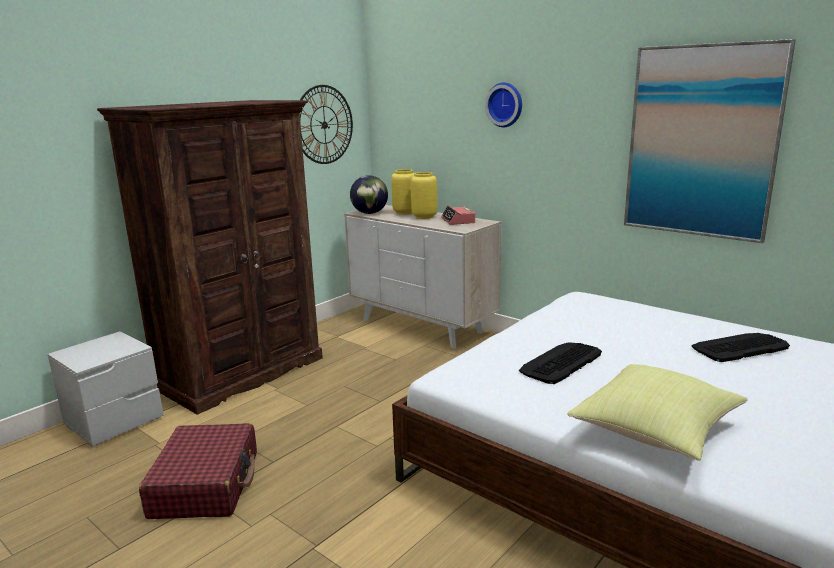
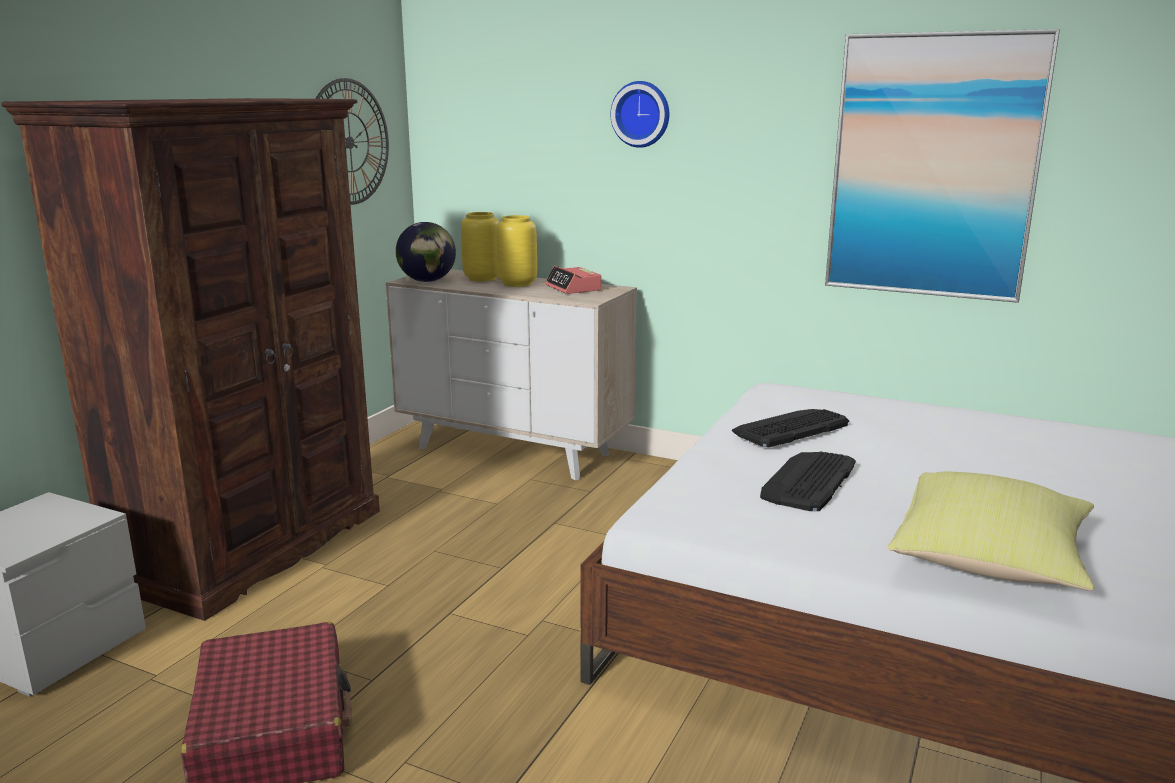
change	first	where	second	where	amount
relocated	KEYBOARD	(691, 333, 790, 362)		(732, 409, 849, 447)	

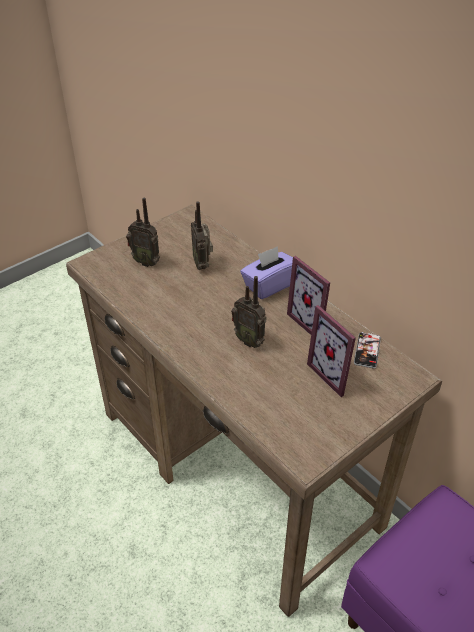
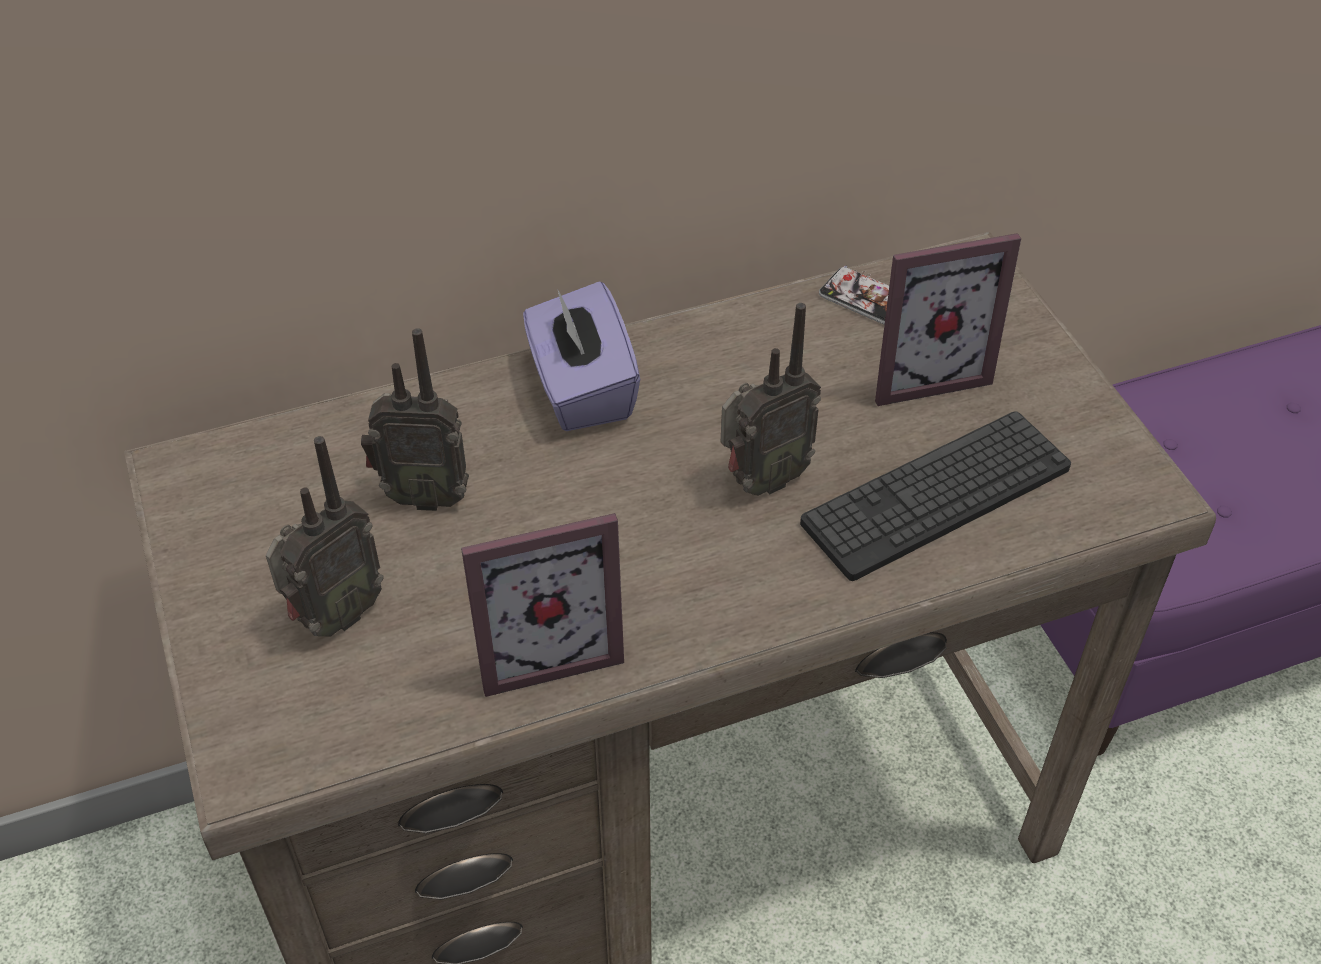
change	first	where	second	where	amount
relocated	PICTURE FRAME	(287, 256, 330, 335)		(461, 513, 624, 697)	
appeared			KEYBOARD	(800, 411, 1071, 581)	

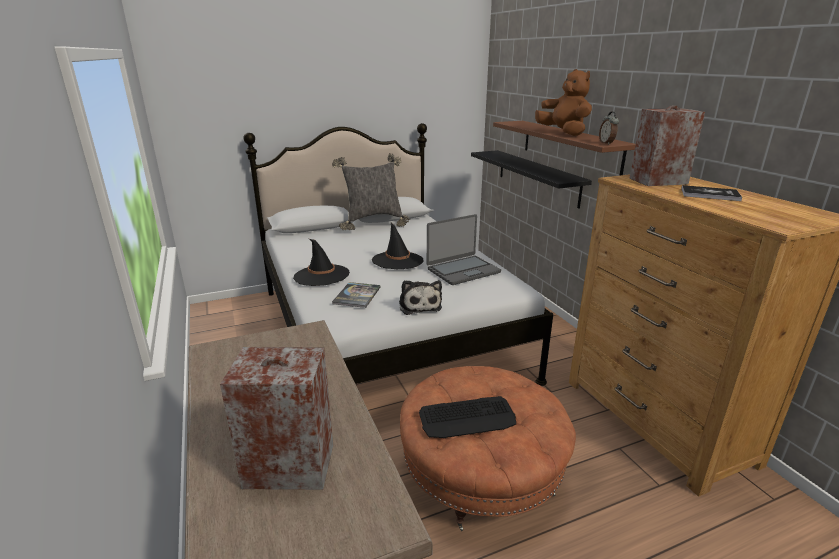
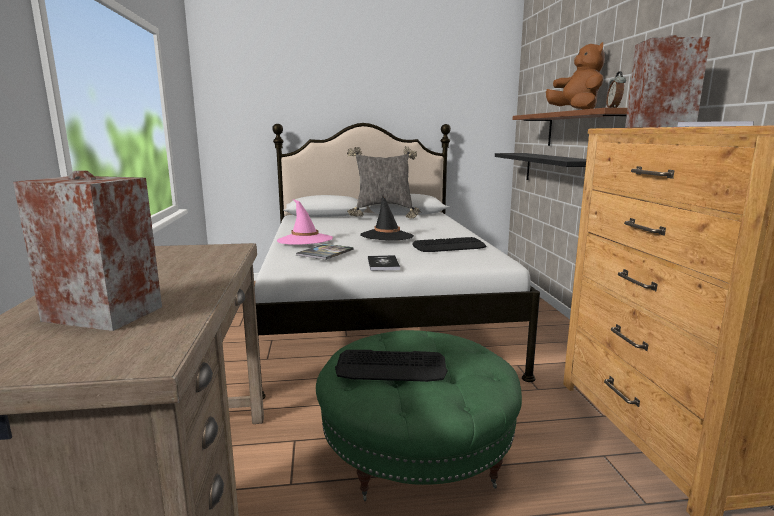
change	first	where	second	where	amount
colour	BLACK HAT	(293, 239, 350, 286)	PINK HAT	(277, 199, 333, 245)	
exchanged	PLUSH TOY	(399, 280, 442, 315)	BOOK	(368, 255, 400, 271)	
colour	BROWN OTTOMAN	(400, 366, 576, 531)	GREEN OTTOMAN	(316, 330, 522, 501)	
exchanged	LAPTOP	(427, 214, 501, 285)	KEYBOARD	(412, 237, 486, 252)	

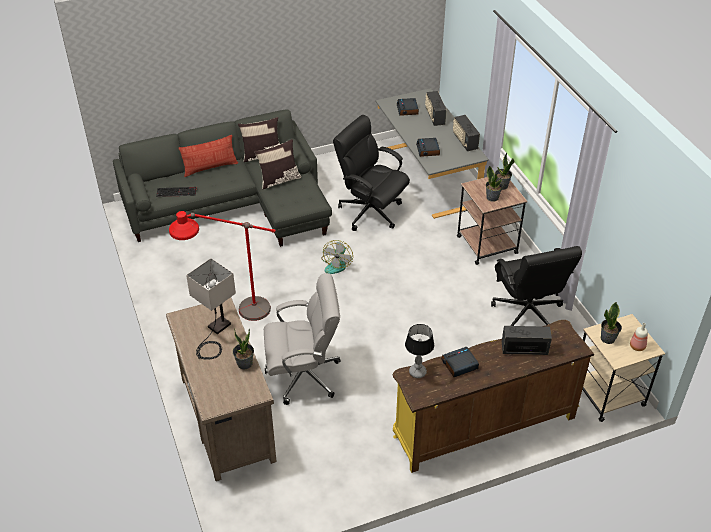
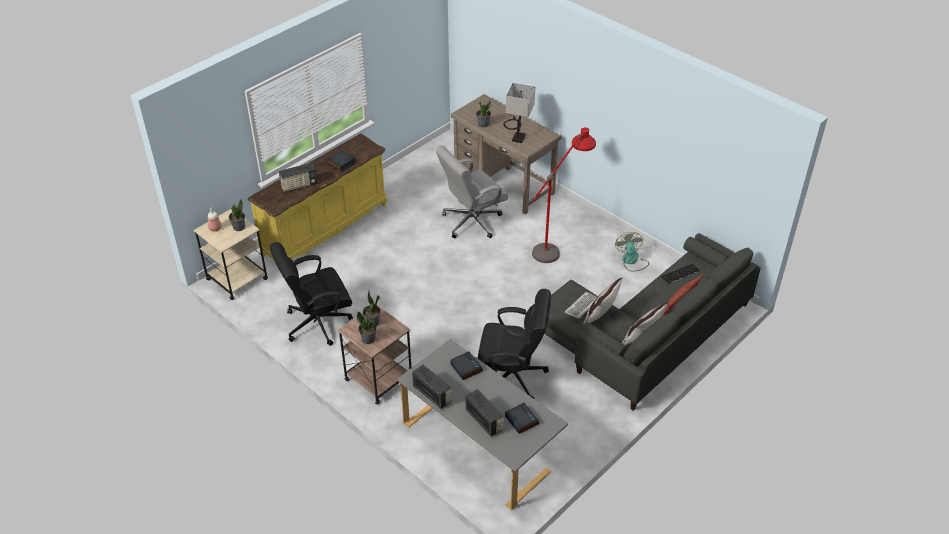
change	first	where	second	where	amount
relocated	FAN	(322, 240, 353, 274)		(615, 232, 649, 272)	
missing	TABLE LAMP	(405, 324, 434, 378)			
spun	BLACK OFFICE CHAIR	(491, 246, 582, 326)		(270, 242, 353, 346)	75 degrees counterclockwise
appeared			KEYBOARD	(565, 292, 597, 319)	

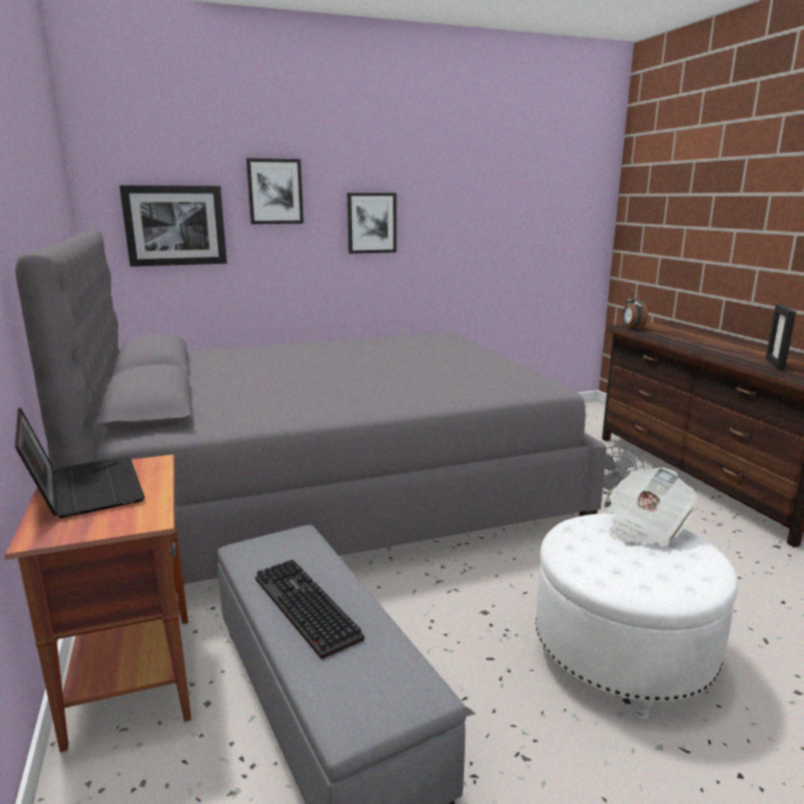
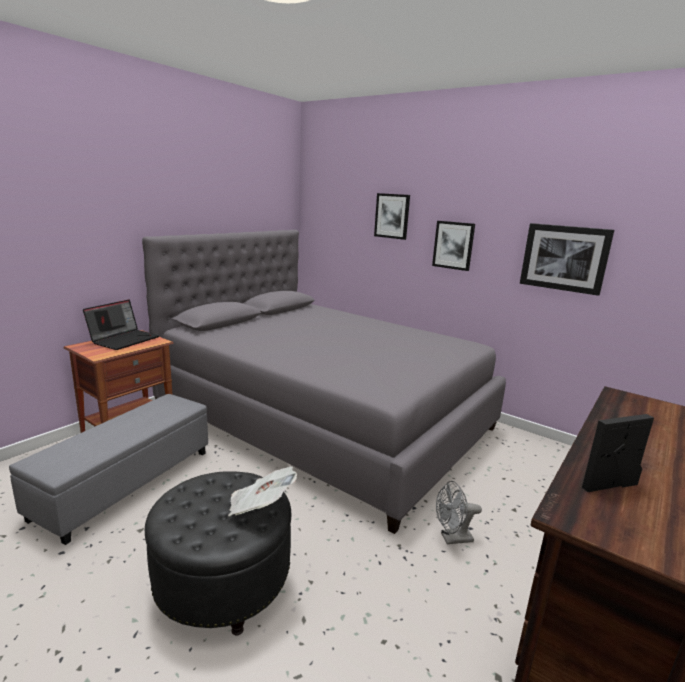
change	first	where	second	where	amount
relocated	PICTURE	(119, 185, 227, 267)		(520, 223, 614, 296)	
missing	KEYBOARD	(255, 559, 365, 660)			
colour	WHITE OTTOMAN	(535, 513, 738, 720)	BLACK OTTOMAN	(145, 471, 291, 635)	
missing	ALARM CLOCK	(623, 292, 648, 330)			

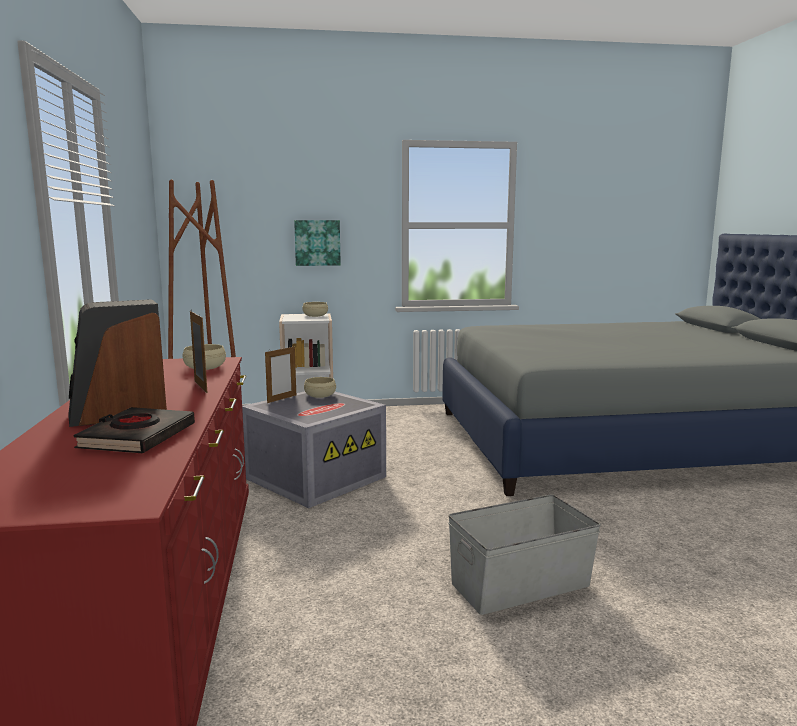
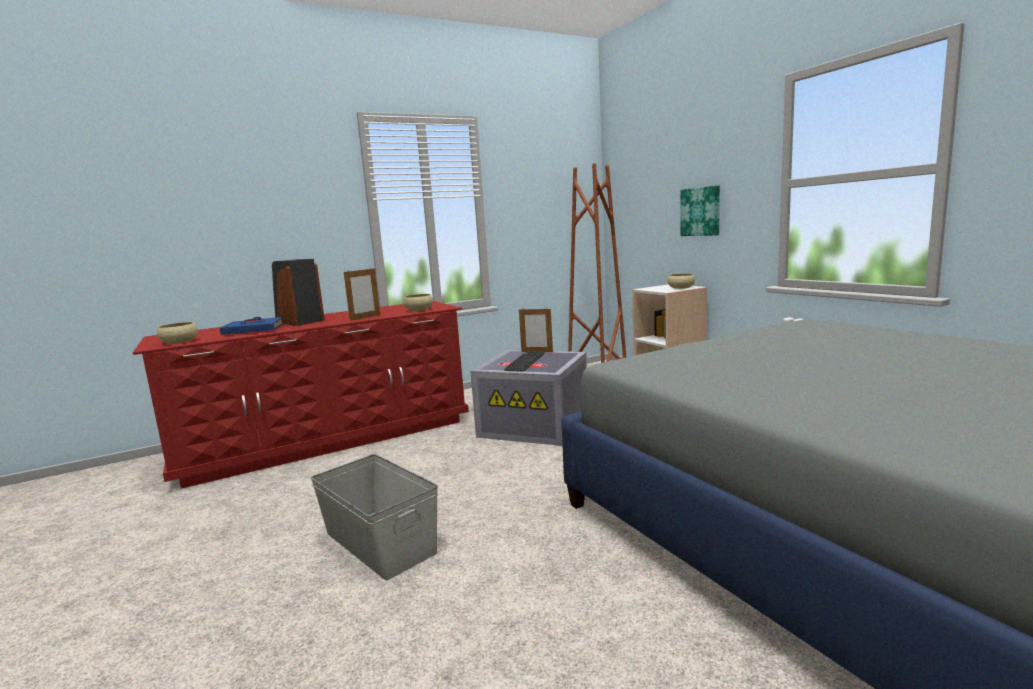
change	first	where	second	where	amount
colour	BLACK BOOK	(74, 407, 195, 453)	BLUE BOOK	(220, 317, 283, 335)	
relocated	BEIGE BOWL	(304, 377, 336, 398)		(157, 322, 198, 344)	
appeared			KEYBOARD	(504, 351, 545, 371)	

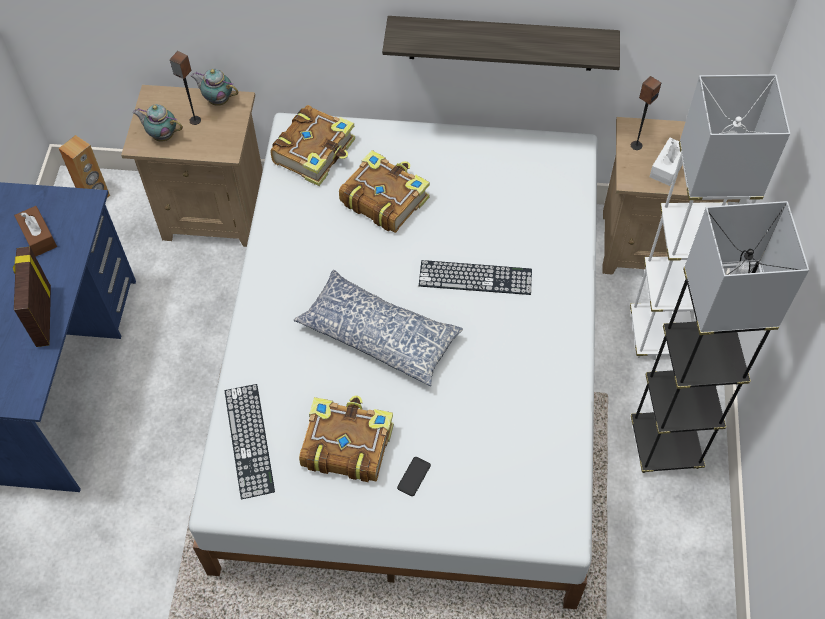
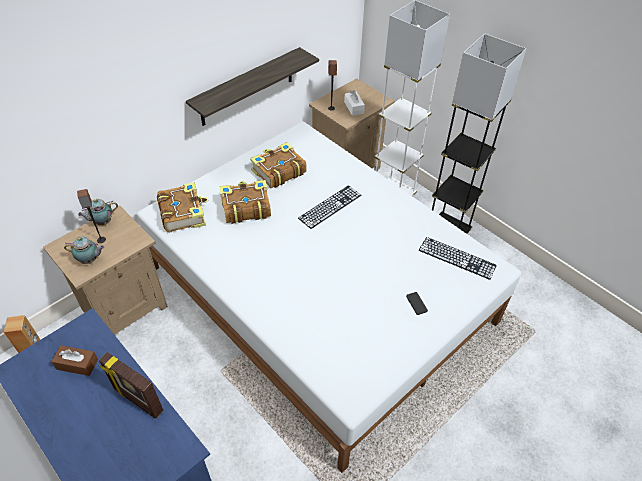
change	first	where	second	where	amount
spun	TEAPOT	(133, 104, 183, 142)		(64, 236, 105, 264)	150 degrees counterclockwise
relocated	KEYBOARD	(225, 384, 275, 499)		(419, 237, 497, 280)	
missing	PILLOW	(294, 270, 463, 386)			
relocated	BOOK	(299, 395, 394, 482)		(250, 142, 307, 188)	

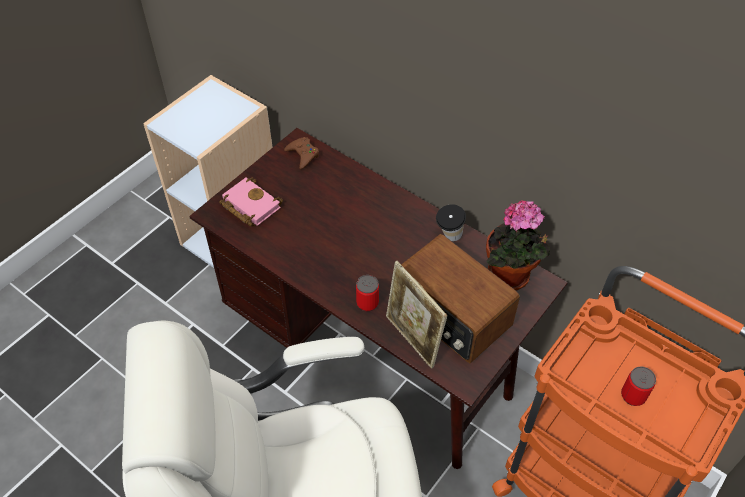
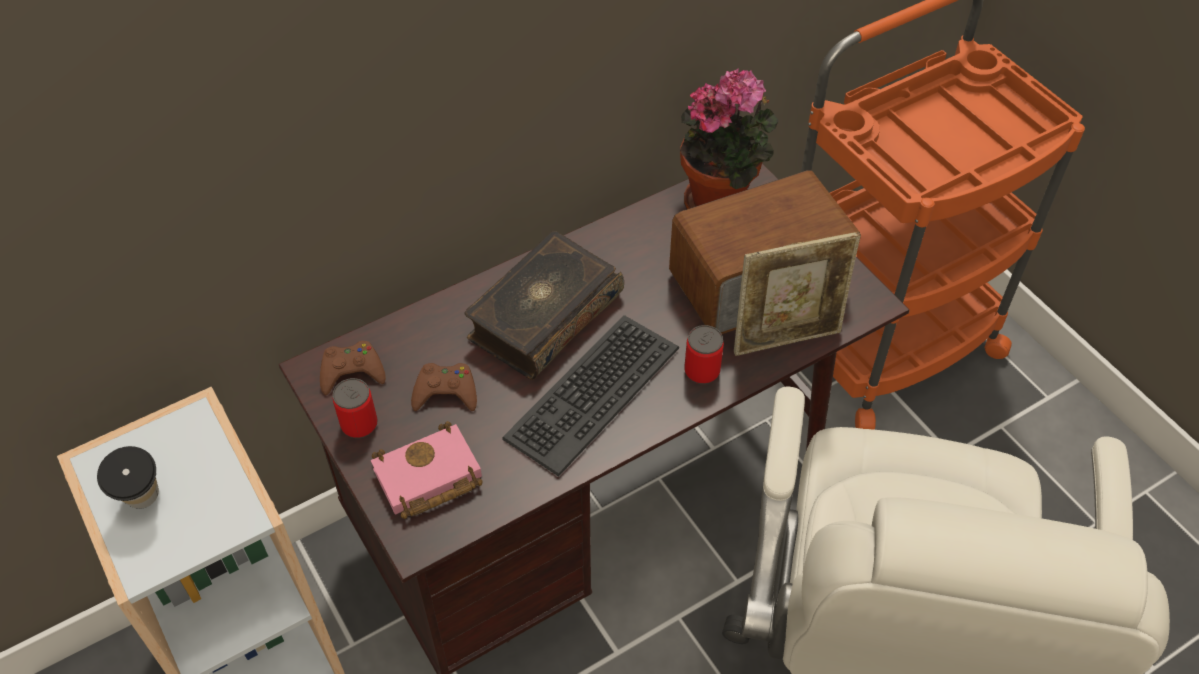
change	first	where	second	where	amount
relocated	CUP	(436, 204, 466, 241)		(97, 446, 159, 509)	
relocated	CAN	(621, 367, 656, 406)		(333, 378, 378, 438)	
appeared			BROWN GAME CONTROLLER	(411, 363, 477, 411)	
appeared			BOOK	(464, 231, 624, 380)	
appeared			KEYBOARD	(502, 315, 679, 477)	

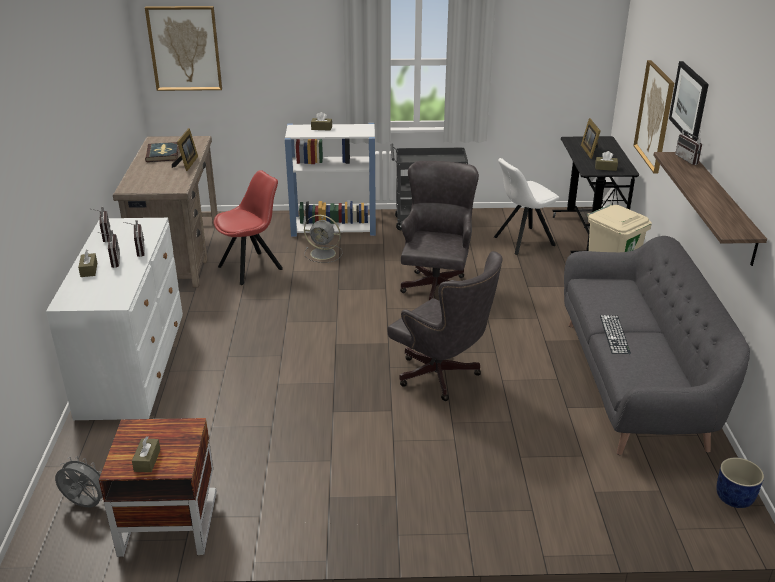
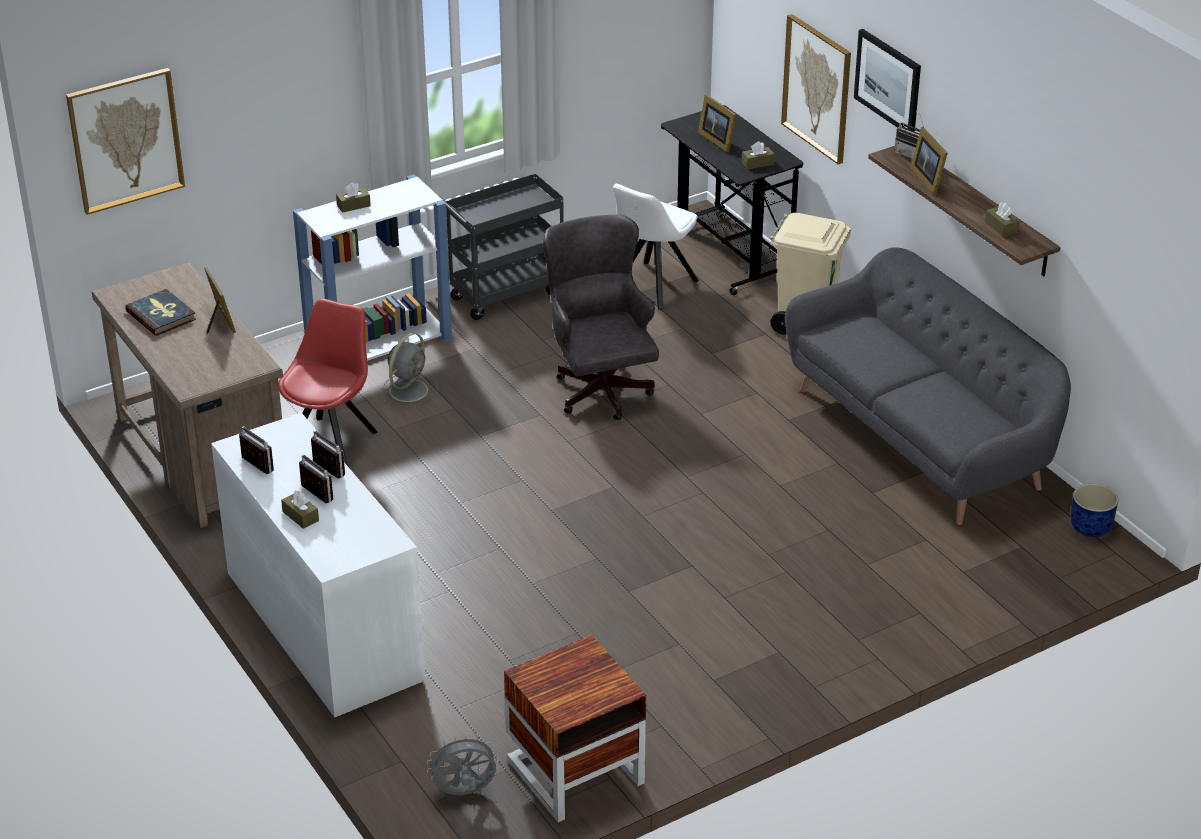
change	first	where	second	where	amount
relocated	BROWN TISSUE BOX	(132, 437, 160, 472)		(985, 202, 1020, 237)	
spun	GREY FAN	(304, 215, 343, 263)		(382, 333, 438, 407)	45 degrees counterclockwise
missing	GREY OFFICE CHAIR	(388, 251, 503, 401)			
missing	KEYBOARD	(600, 315, 631, 354)			
appeared			PICTURE FRAME	(910, 127, 948, 195)	

